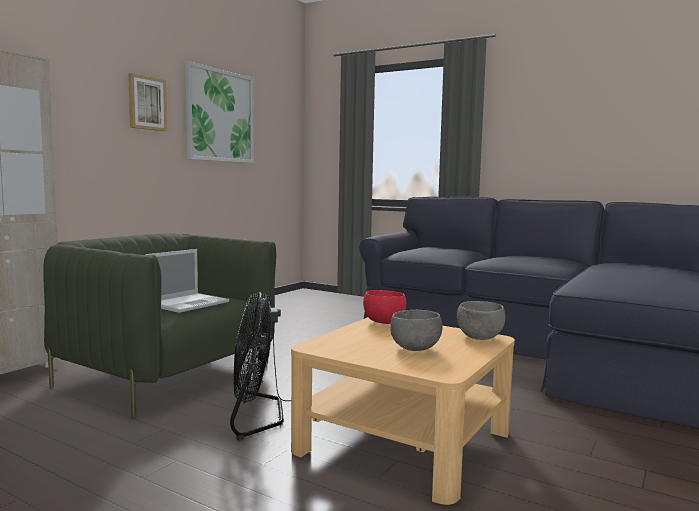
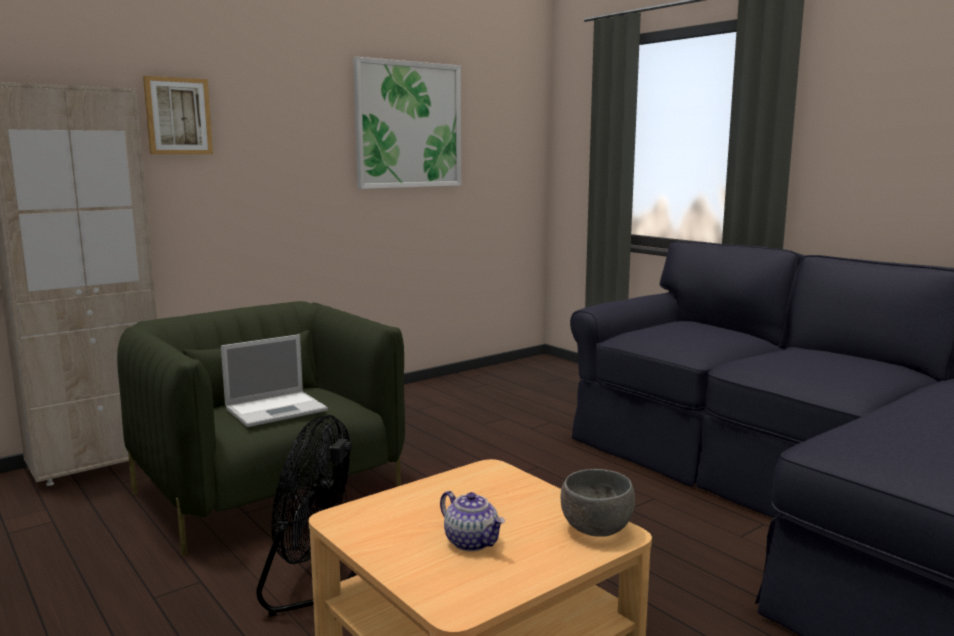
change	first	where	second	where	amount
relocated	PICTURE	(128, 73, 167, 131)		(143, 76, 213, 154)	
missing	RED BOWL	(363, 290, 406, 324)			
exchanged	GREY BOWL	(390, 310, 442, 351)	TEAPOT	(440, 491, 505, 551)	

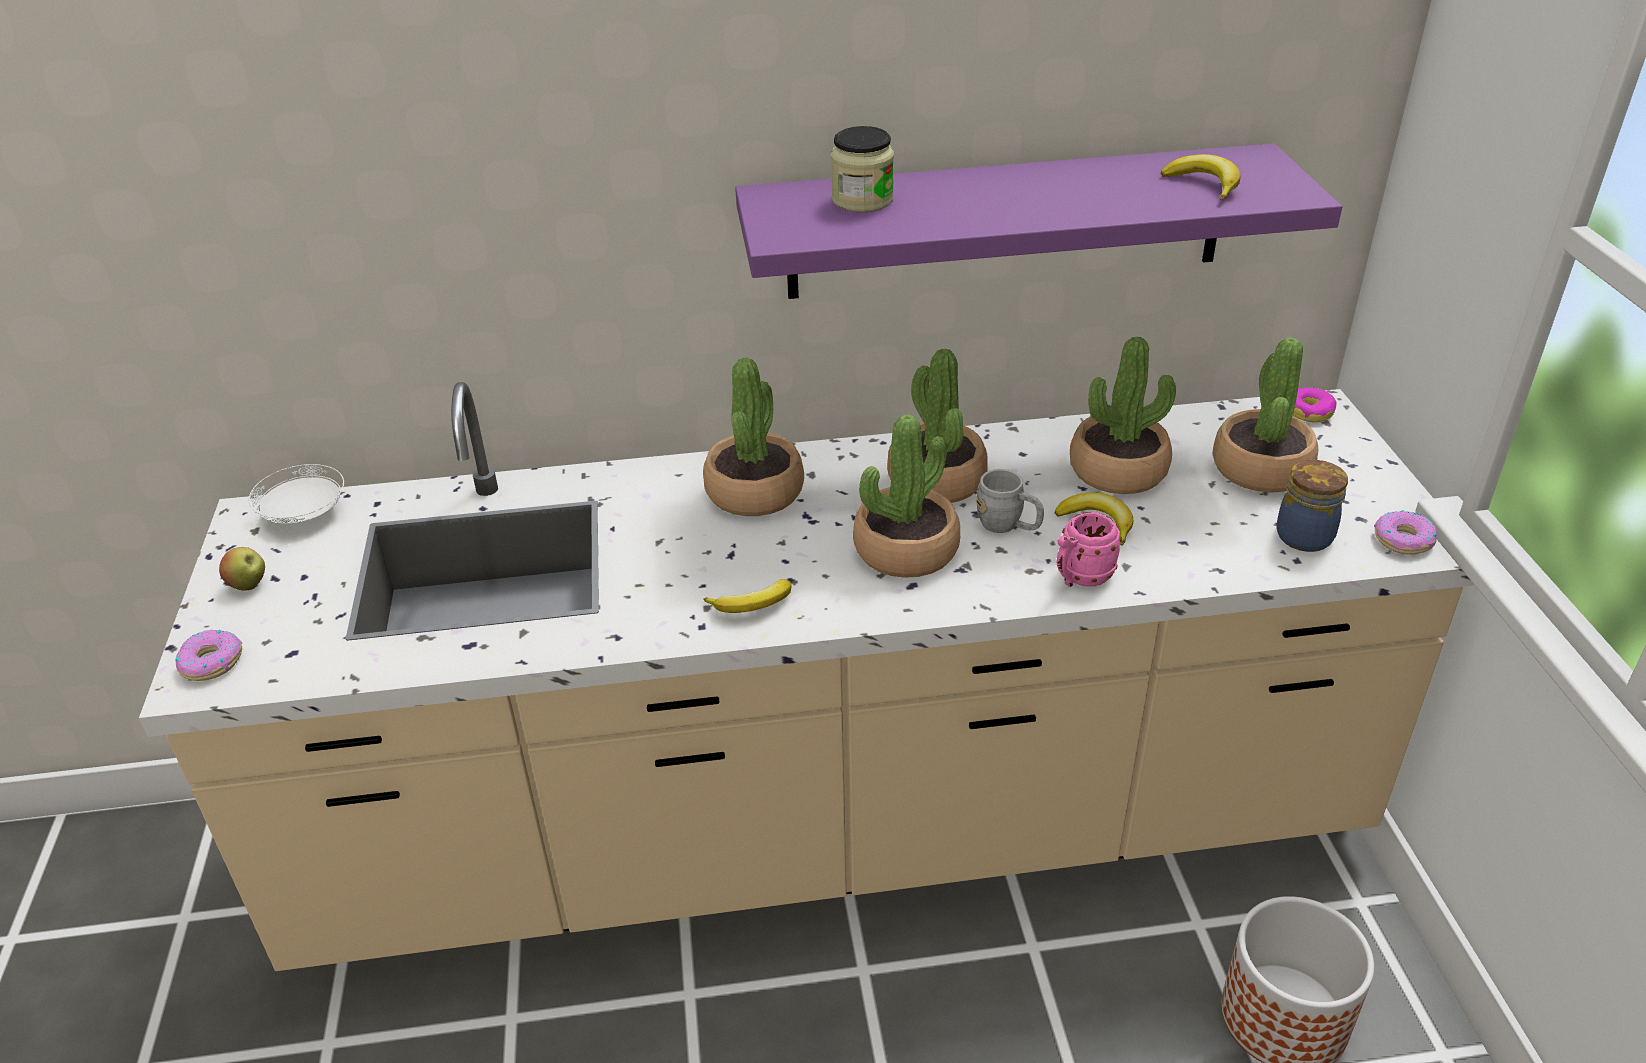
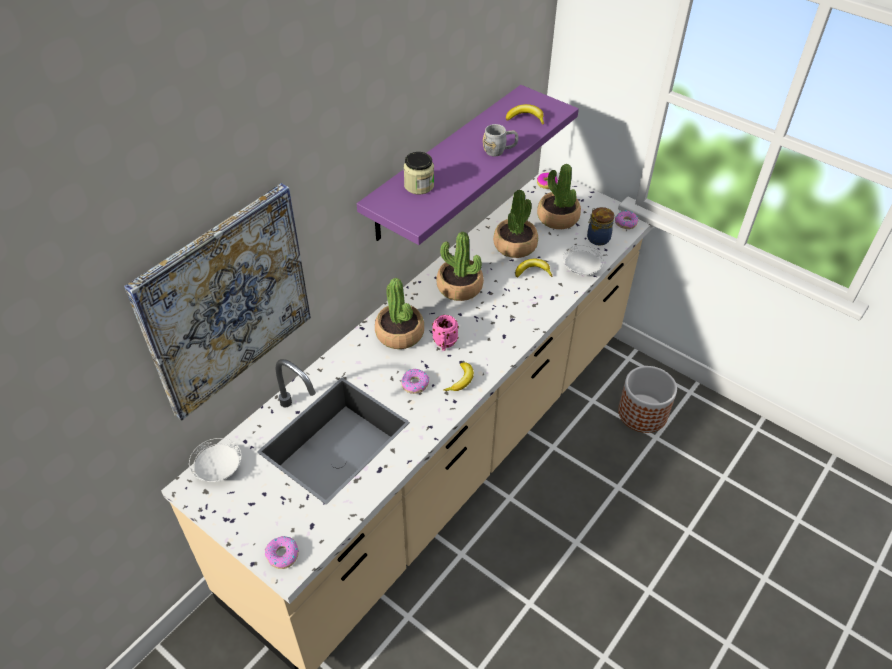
change	first	where	second	where	amount
missing	APPLE	(219, 547, 265, 591)			
missing	POTTED PLANT	(853, 414, 960, 578)			
relocated	GREY MUG	(976, 469, 1044, 533)		(483, 124, 518, 157)	
relocated	PINK MUG	(1056, 512, 1122, 587)		(432, 315, 459, 351)	
appeared			PICTURE	(124, 183, 311, 421)	
appeared			DONUT	(401, 369, 429, 394)	
appeared			WHITE PLATE	(563, 245, 604, 275)	

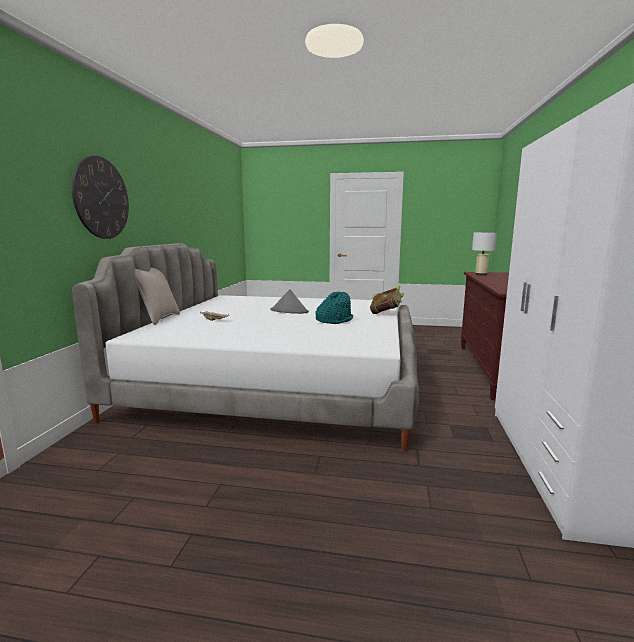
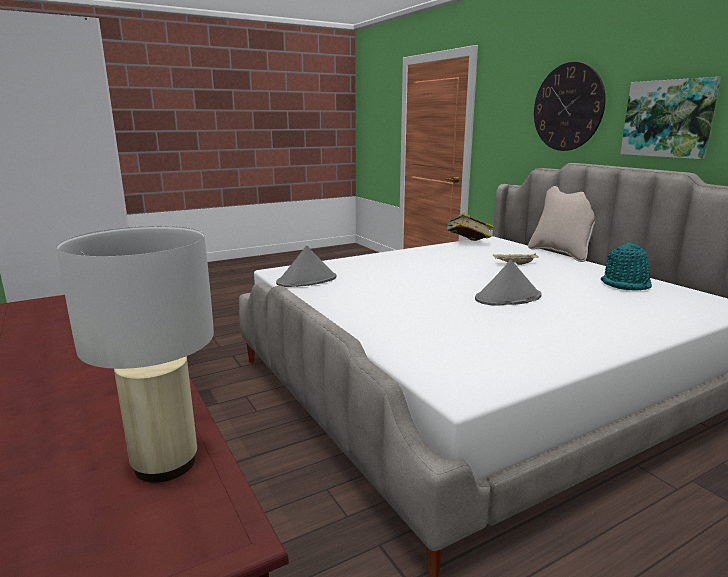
change	first	where	second	where	amount
relocated	TURQUOISE HAT	(316, 292, 353, 324)		(601, 242, 652, 291)	
relocated	BOOK	(370, 286, 404, 314)		(447, 213, 494, 241)	
appeared			GREY HAT	(276, 246, 336, 287)	
appeared			PICTURE	(620, 77, 721, 159)	

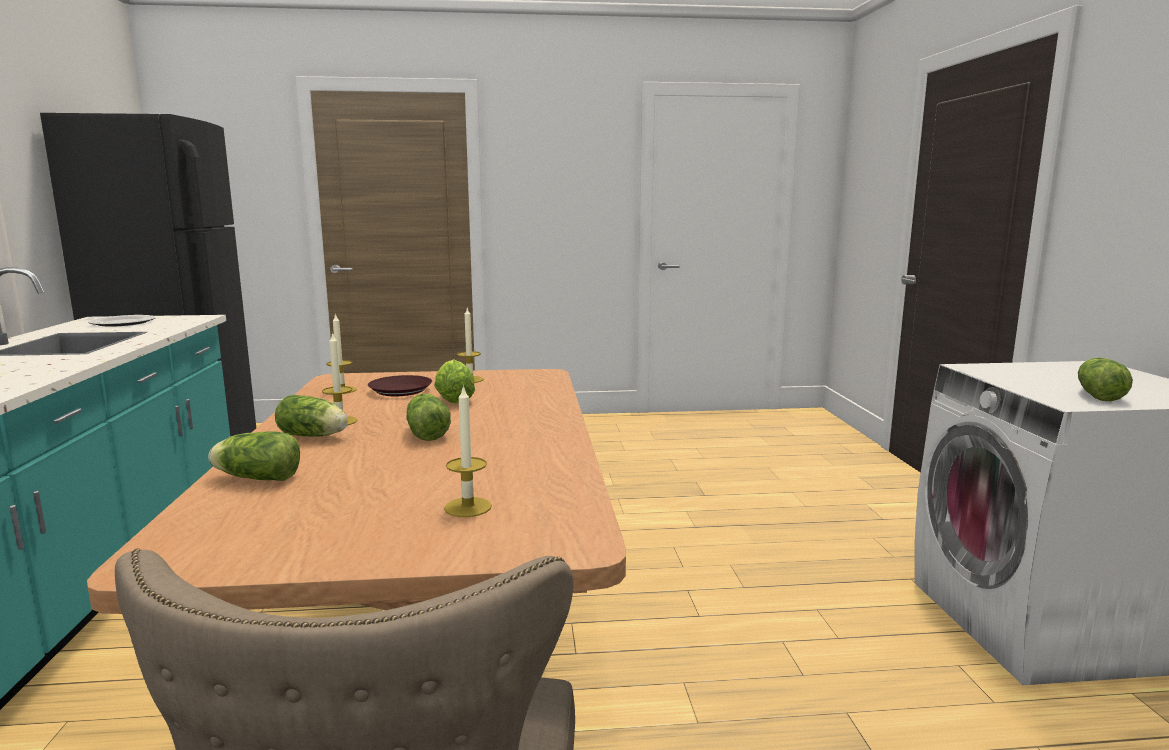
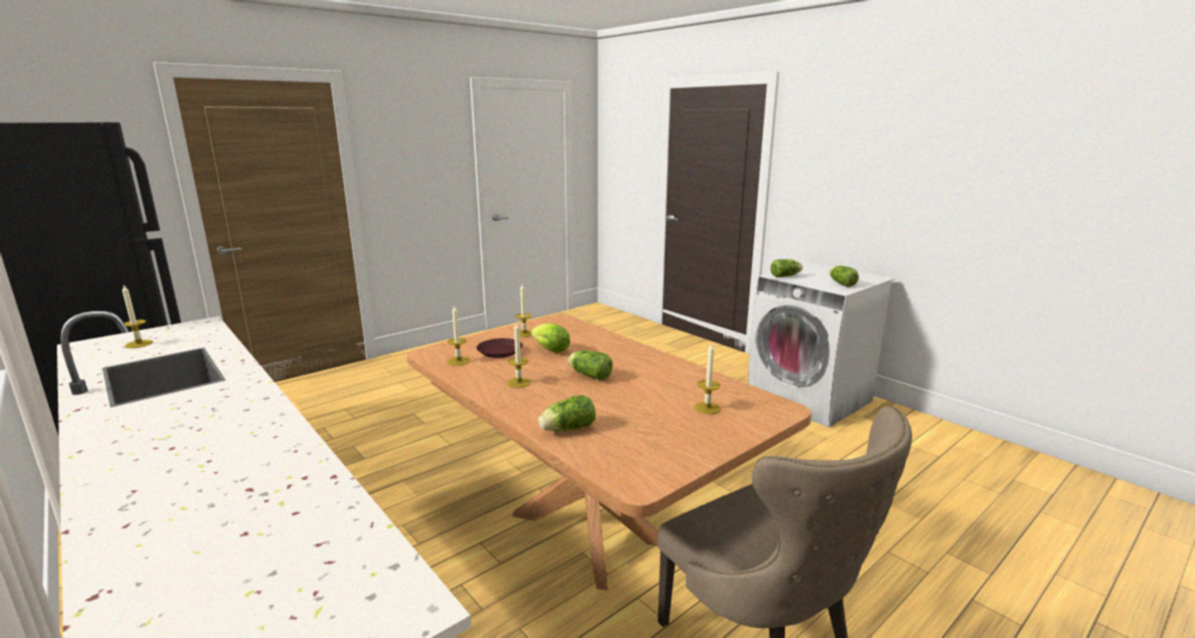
change	first	where	second	where	amount
exchanged	PLATE	(88, 315, 156, 327)	CANDLE	(122, 285, 153, 348)	
relocated	LETTUCE	(275, 395, 348, 437)		(771, 259, 803, 277)	

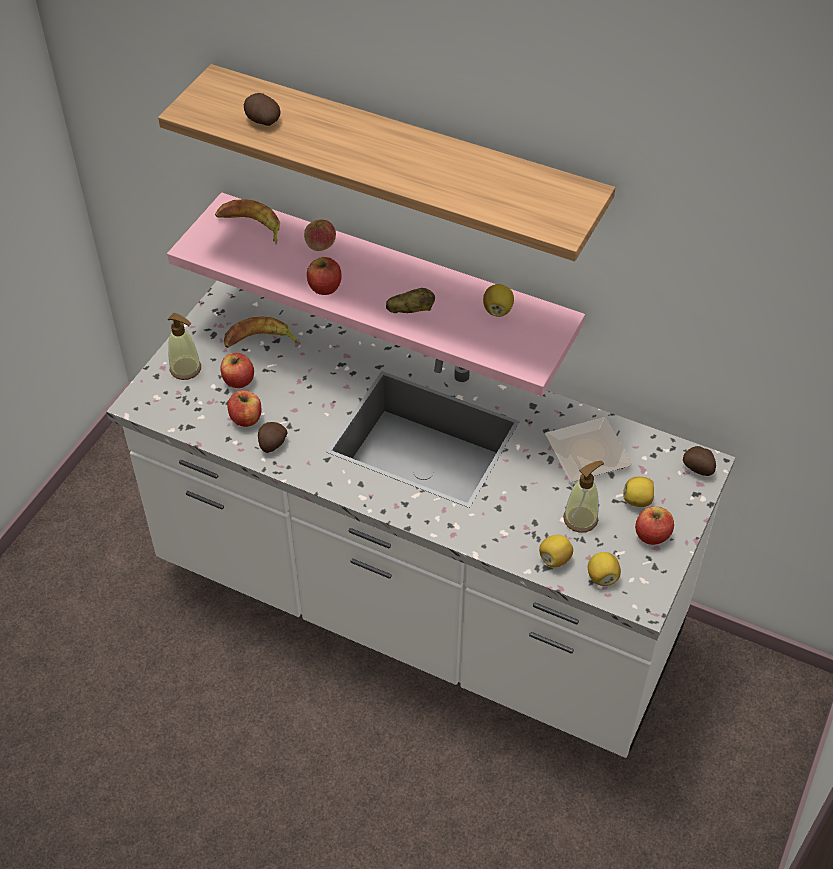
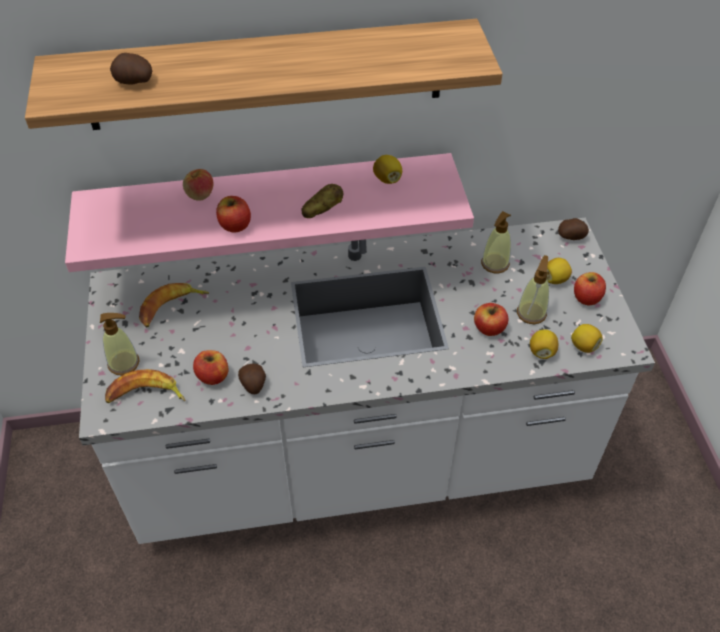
change	first	where	second	where	amount
relocated	BANANA	(215, 199, 280, 244)		(105, 369, 185, 403)	
relocated	APPLE	(220, 353, 254, 388)		(474, 303, 508, 336)	
exchanged	PLATE	(545, 417, 632, 482)	SOAP DISPENSER	(481, 211, 511, 274)	

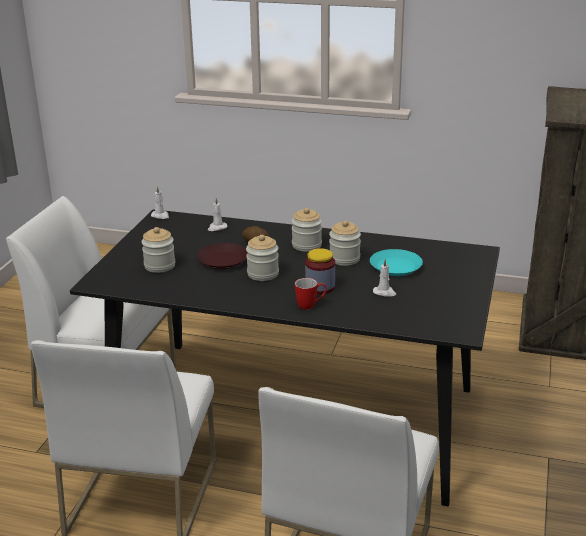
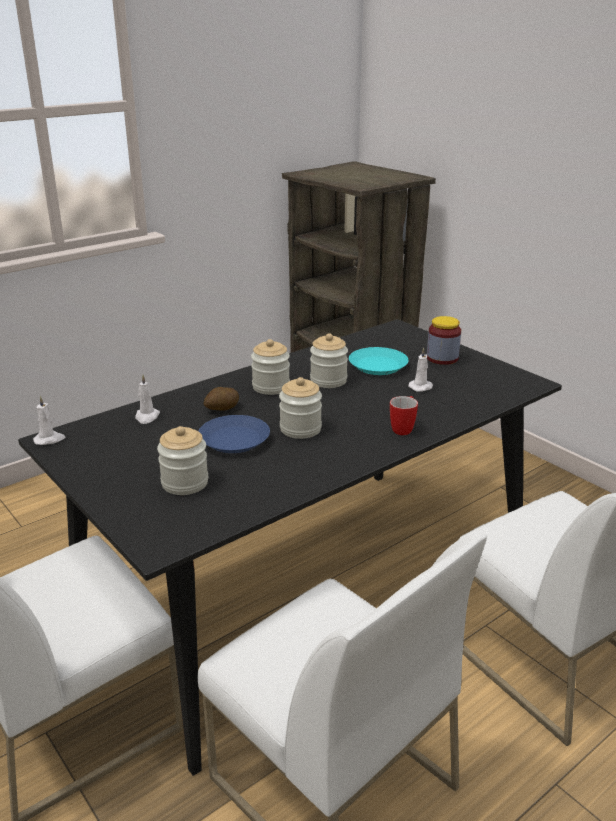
change	first	where	second	where	amount
colour	BROWN PLATE	(197, 243, 248, 269)	BLUE PLATE	(199, 415, 270, 453)	
relocated	JAR	(305, 248, 335, 294)		(427, 316, 461, 365)	

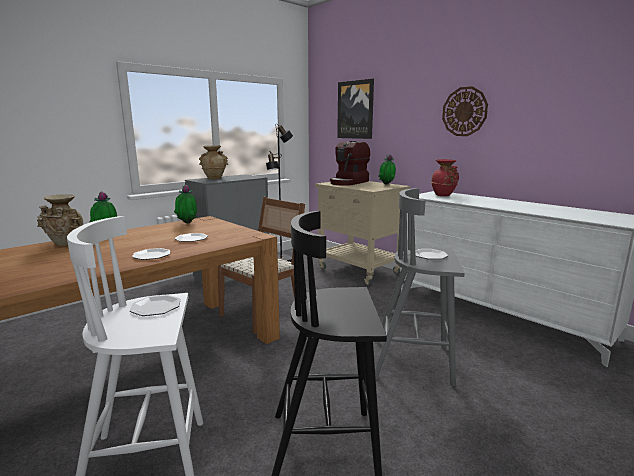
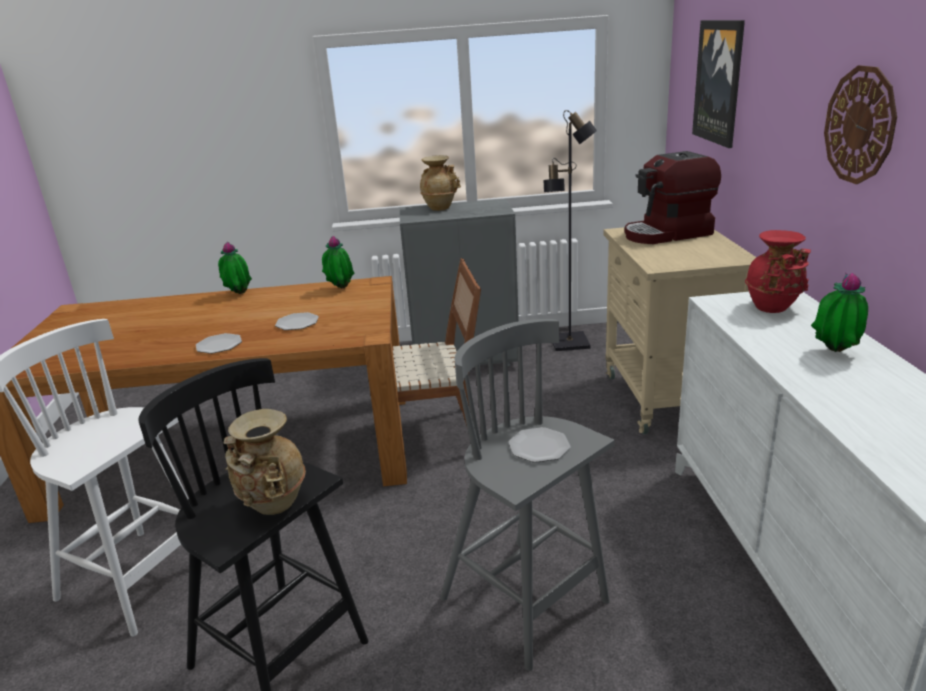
change	first	where	second	where	amount
relocated	BEIGE VASE	(37, 194, 83, 246)		(224, 409, 306, 515)	
missing	PLATE	(130, 295, 180, 316)			
relocated	POTTED PLANT	(378, 154, 396, 185)		(811, 273, 868, 352)	

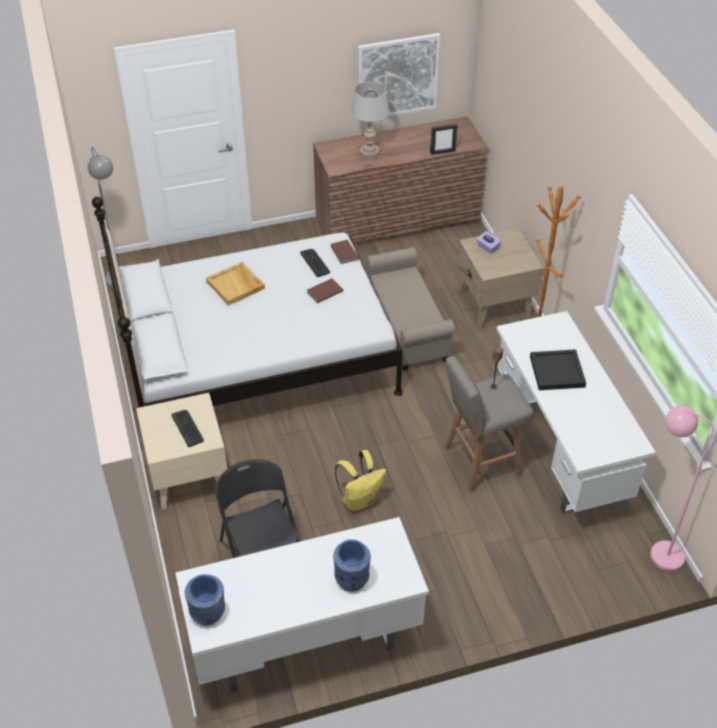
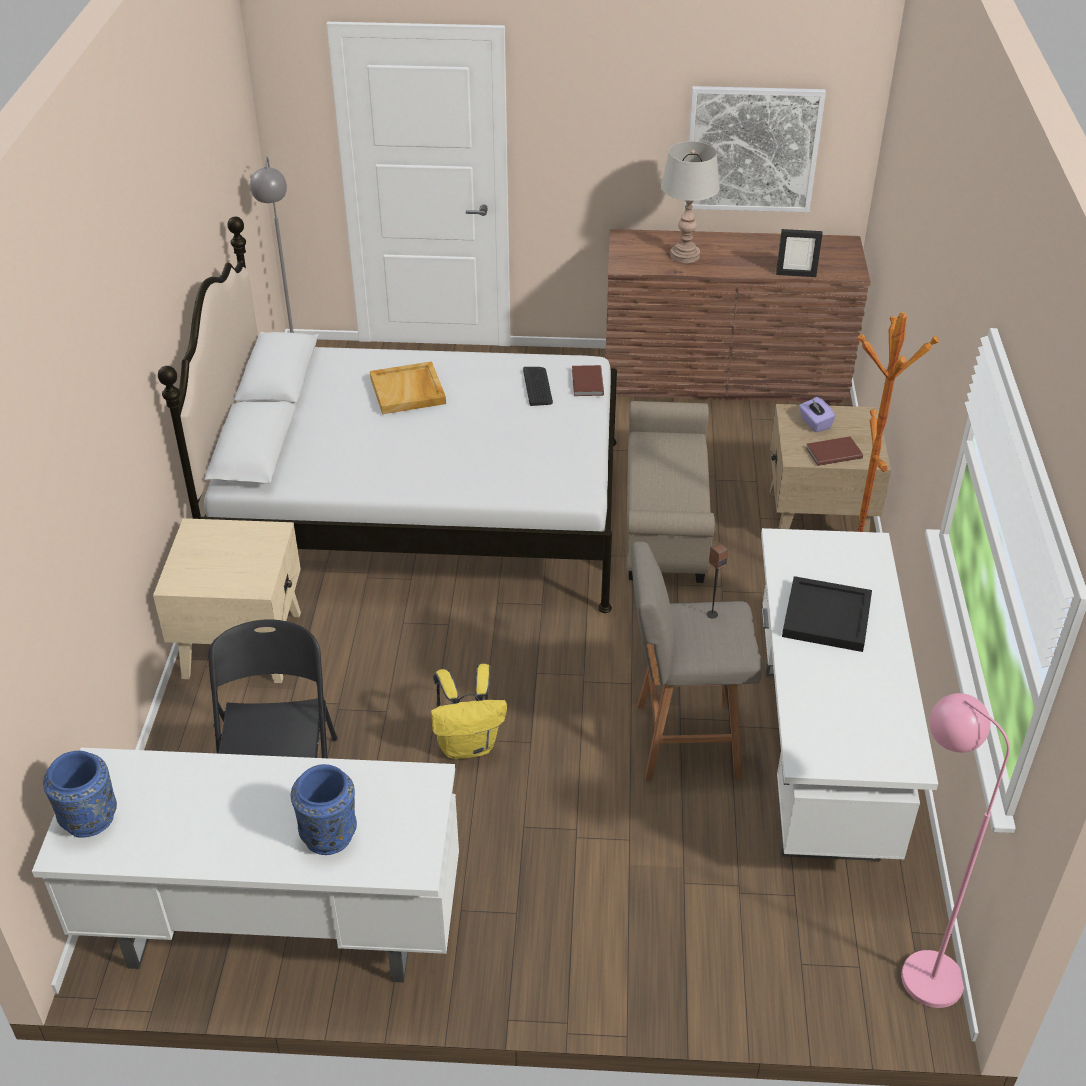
change	first	where	second	where	amount
missing	KEYBOARD	(171, 410, 204, 447)			
relocated	BROWN BOOK	(307, 278, 343, 303)		(806, 436, 863, 466)	

